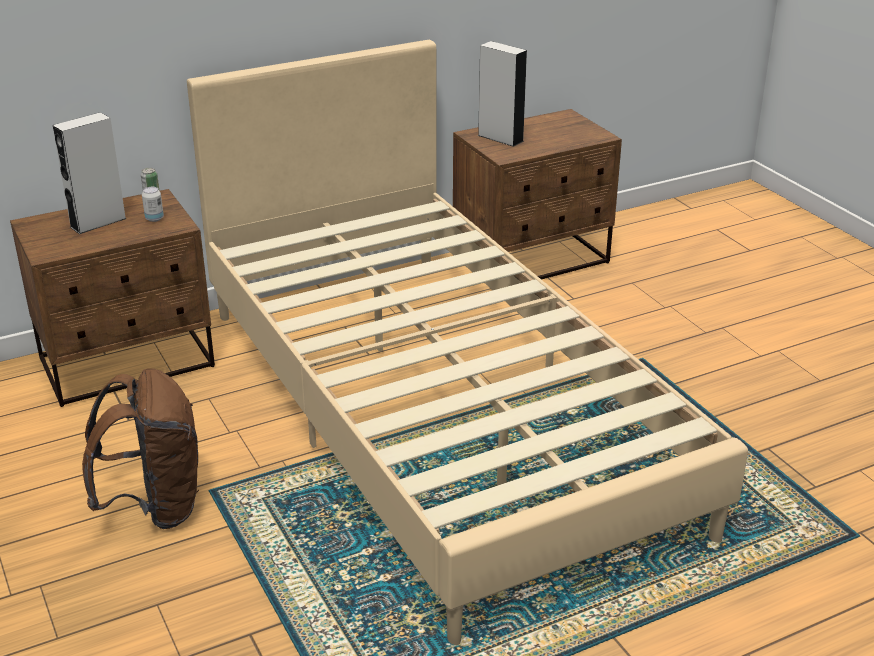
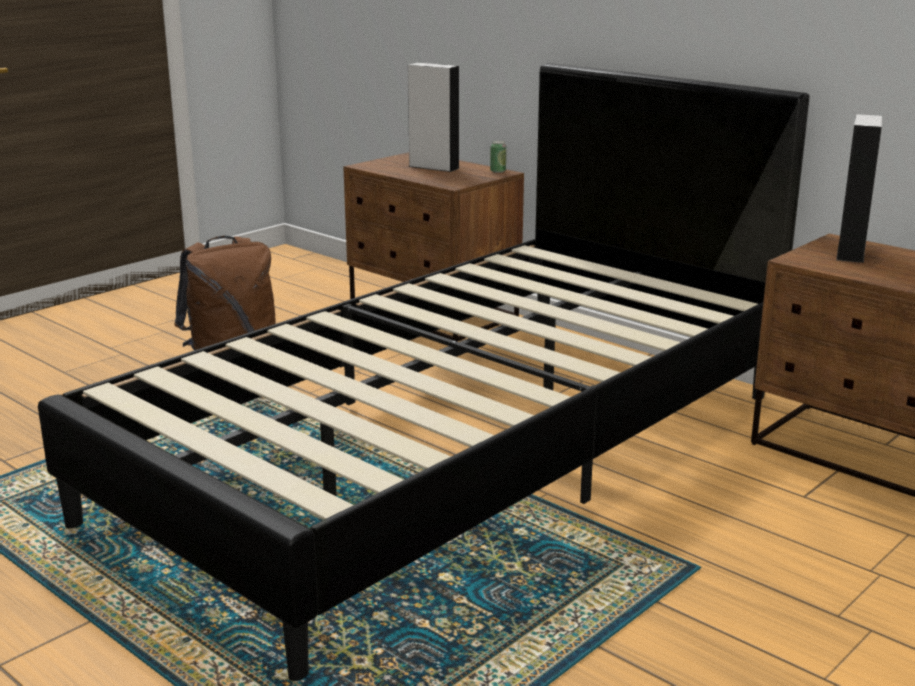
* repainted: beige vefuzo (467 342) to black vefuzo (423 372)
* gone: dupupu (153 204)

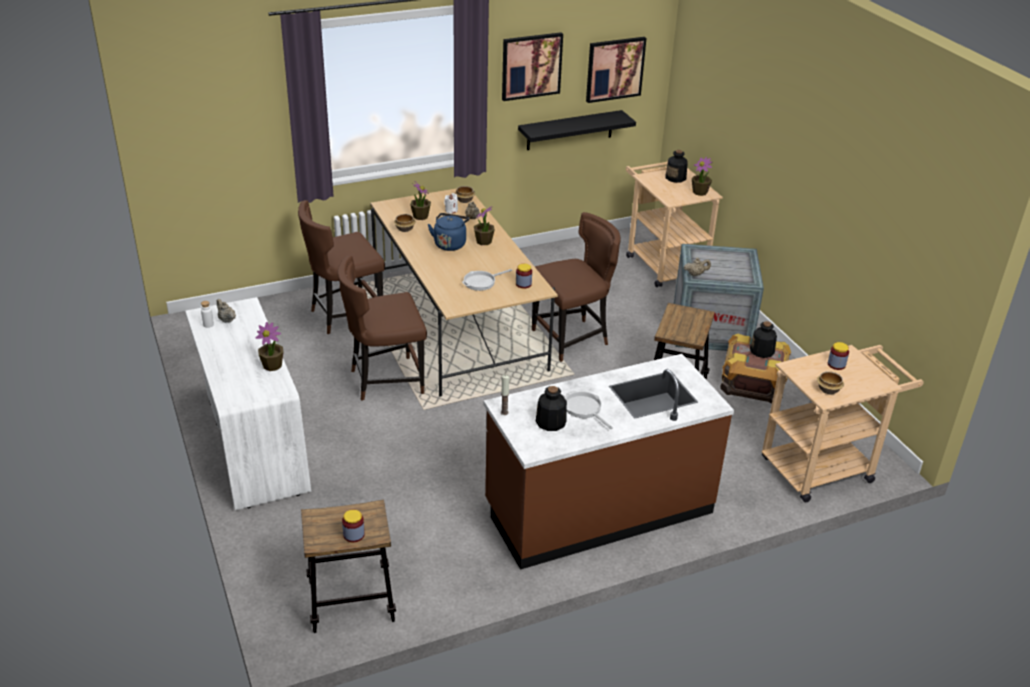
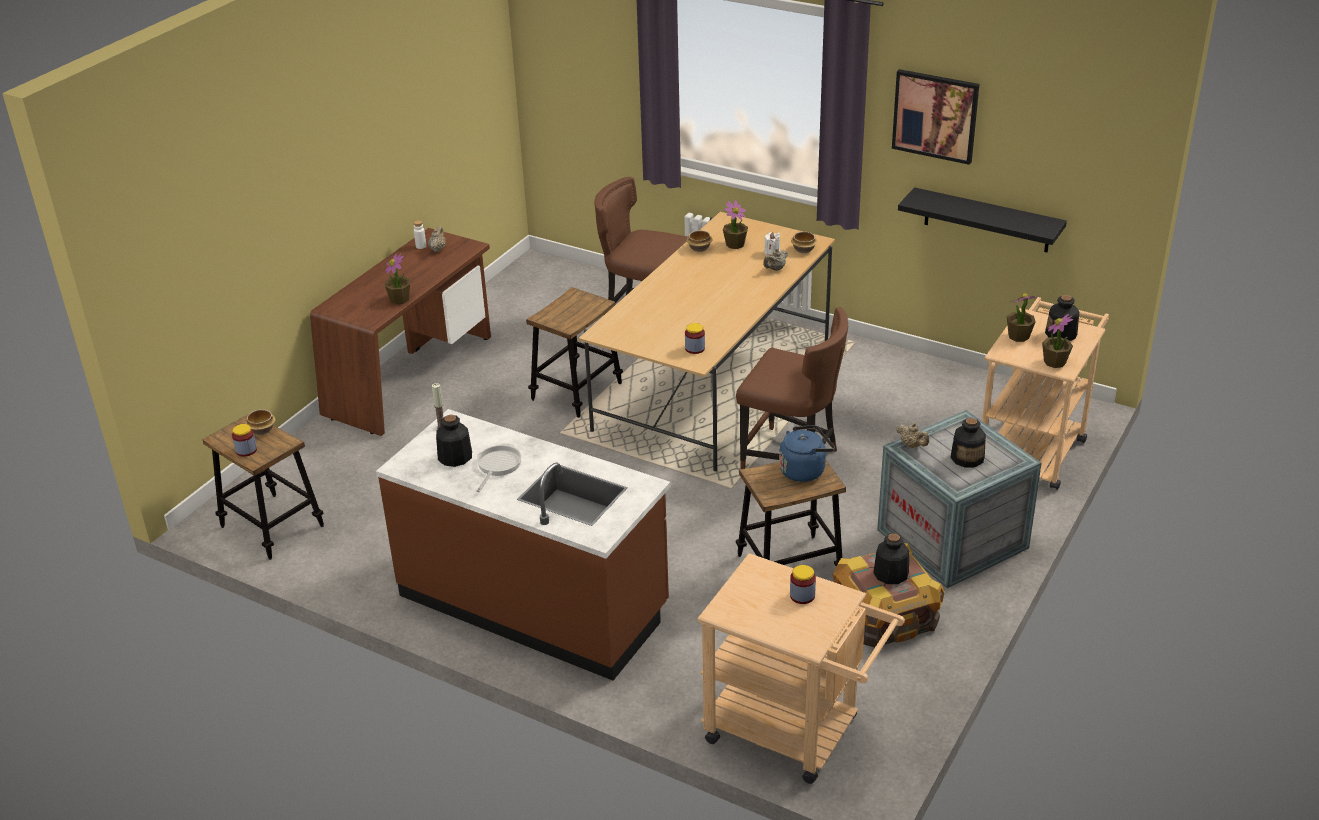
* gone: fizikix (616 70)
* shifted: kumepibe (484 225) to (1021 317)
* shifted: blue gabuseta (449 232) to (807 453)
* swapped: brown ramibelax (382 327) to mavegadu (574 352)
* gone: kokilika (487 280)
* repainted: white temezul (248 403) to brown temezul (400 332)
* shifted: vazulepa (830 382) to (260 422)
* new: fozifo (968 443)

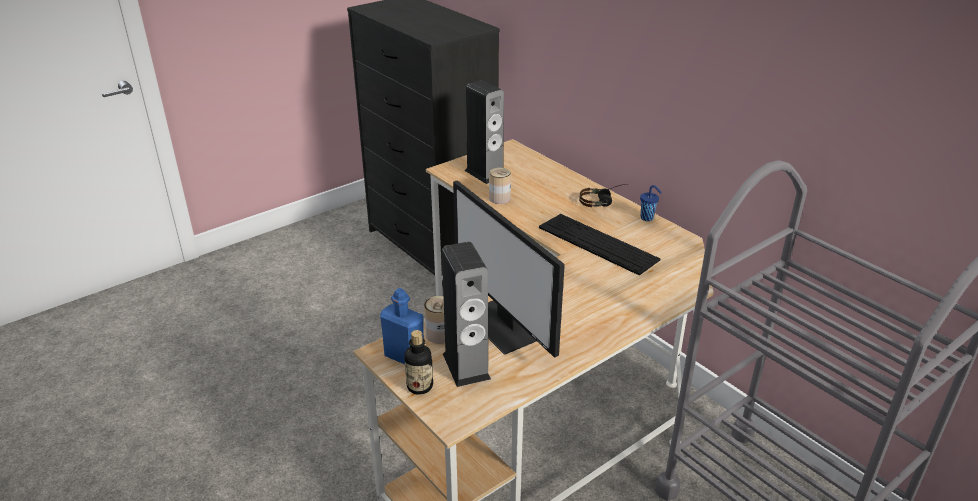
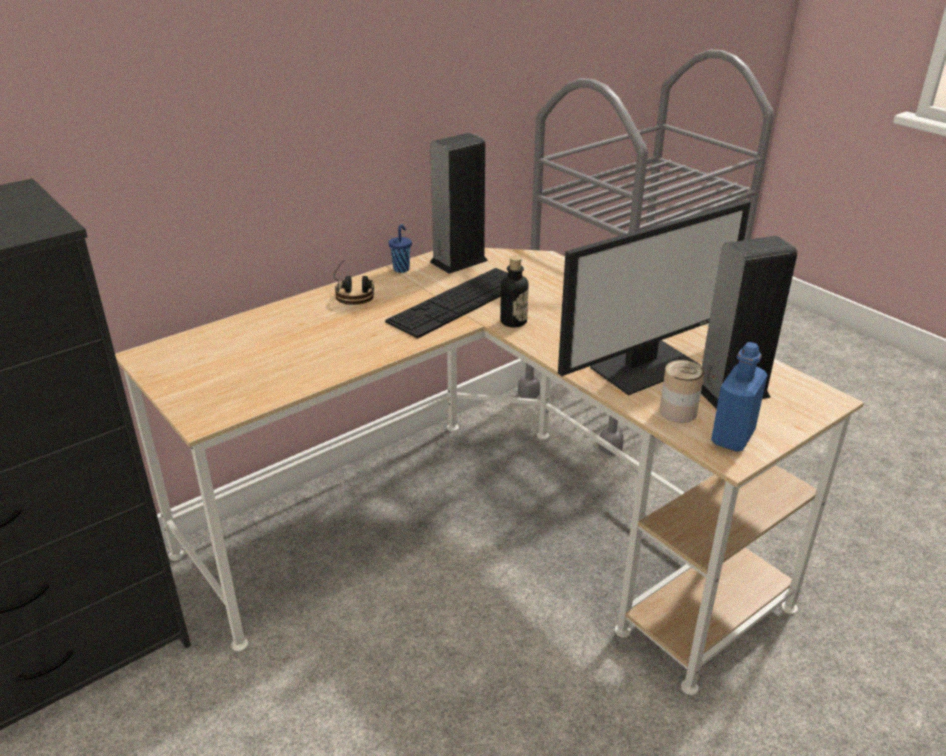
* shifted: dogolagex (484 132) to (459 203)
* gone: dupupu (500 186)
* shifted: fozifo (418 362) to (514 292)

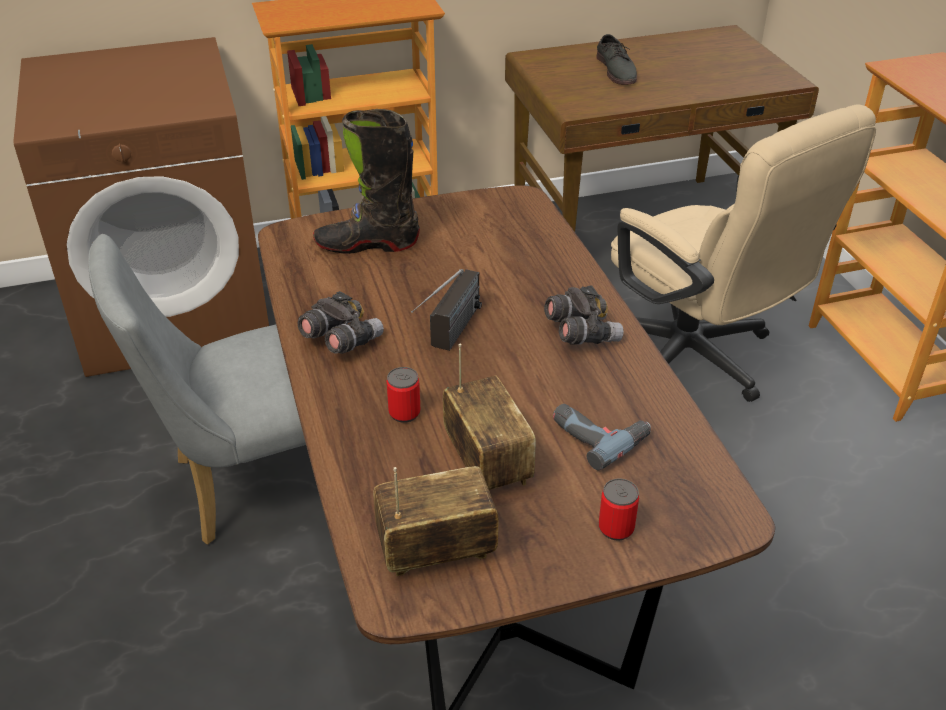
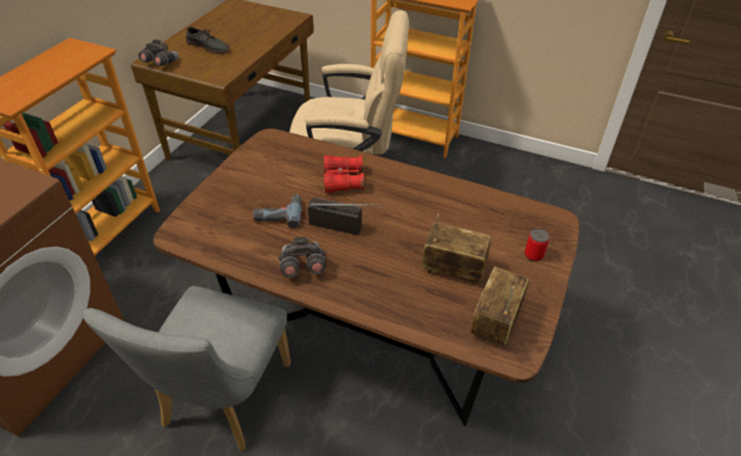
* gone: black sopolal (366 181)
* rotated: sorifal (446 310) = (347 216) 45 degrees counterclockwise
* shifted: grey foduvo (584 315) to (159 52)
* gone: dupupu (404 395)
* shifted: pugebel (602 437) to (277 211)
* new: red foduvo (344 174)

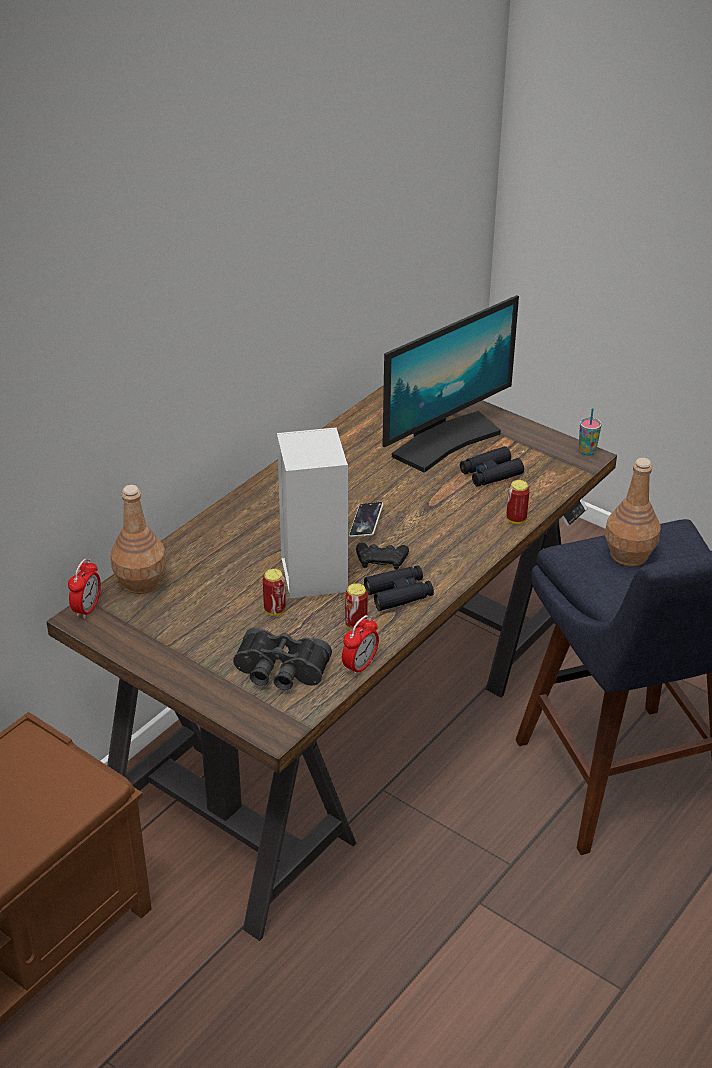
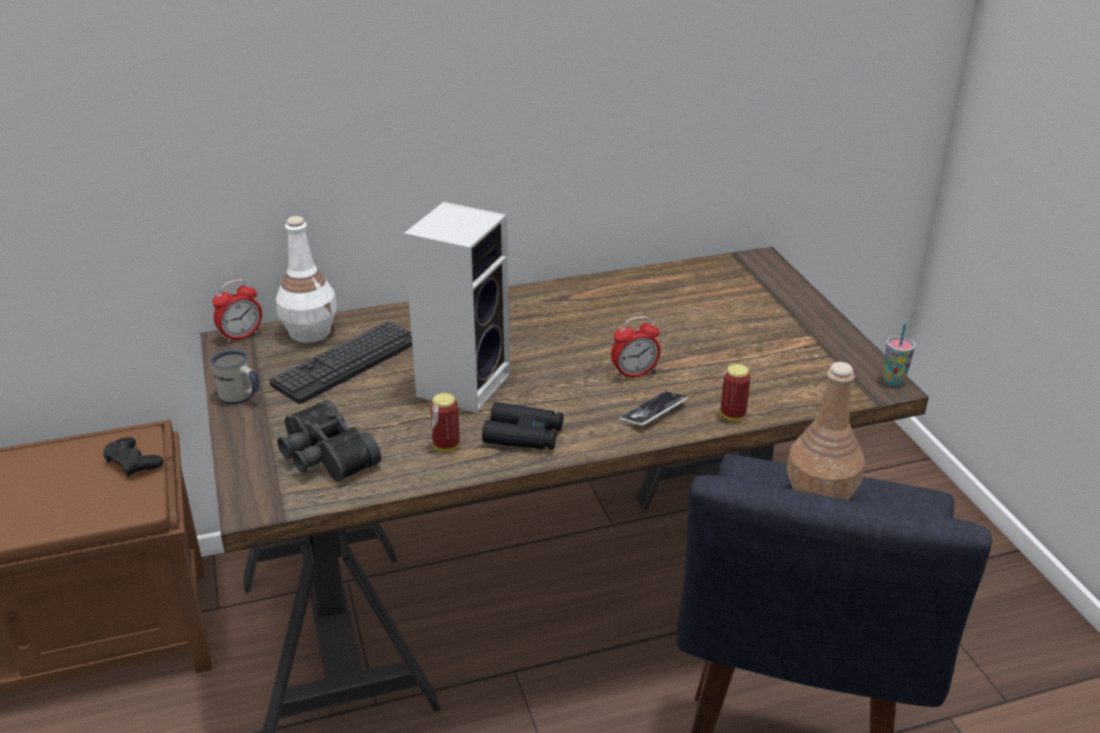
* gone: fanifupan (451 384)
* gone: black foduvo (492 466)
* repainted: brown fozifo (138 539) to white fozifo (306 279)
* shifted: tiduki (366 519) to (653 408)
* shifted: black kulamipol (382 556) to (133 457)
* gone: dupupu (274 592)
* shifted: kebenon (360 646) to (636 347)
* new: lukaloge (341 362)
* new: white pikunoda (234 376)

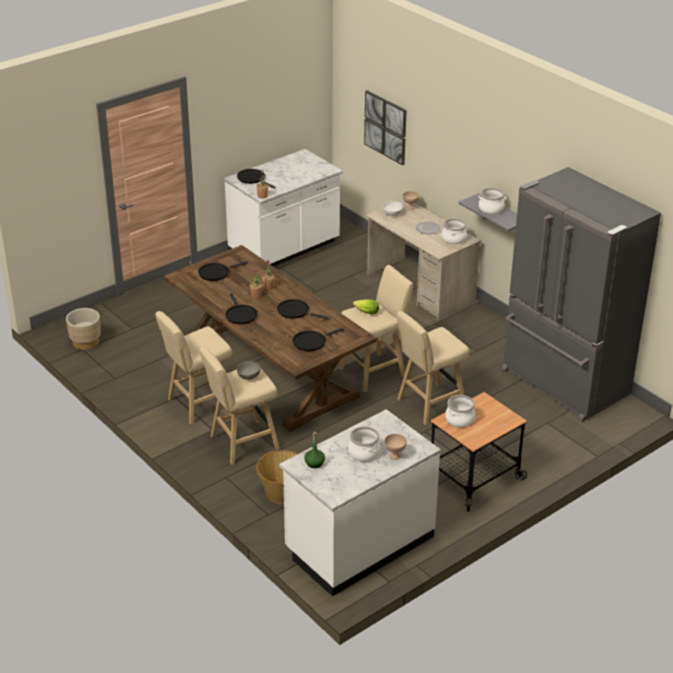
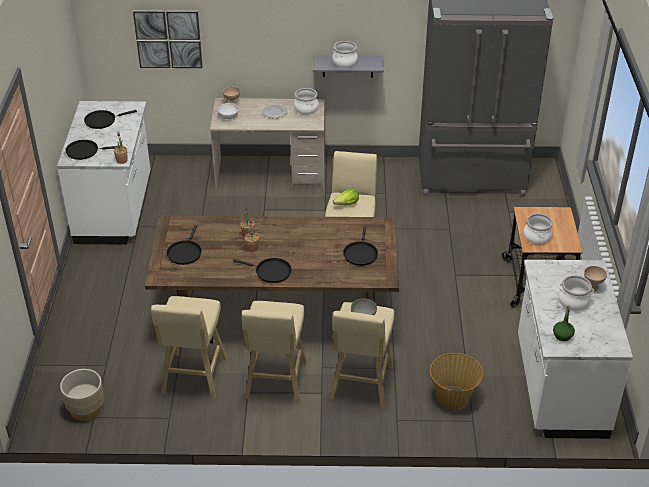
* shifted: black kokilika (303 309) to (110 119)
* shifted: beige mavegadu (433 368) to (189 347)

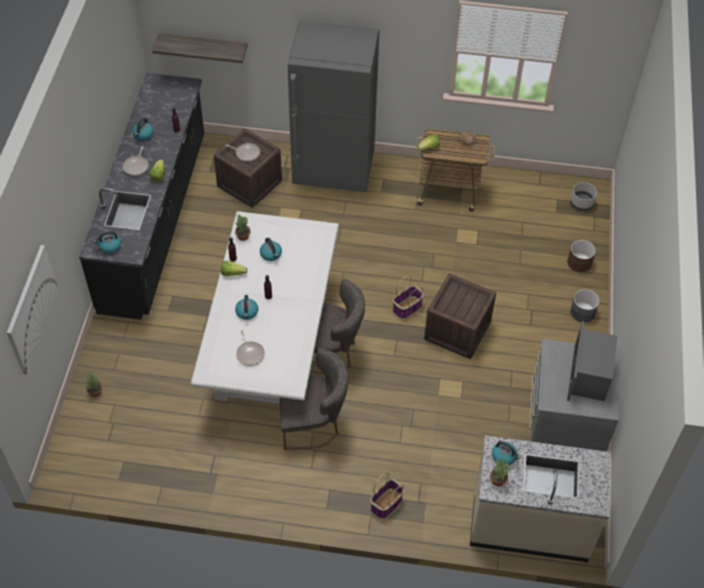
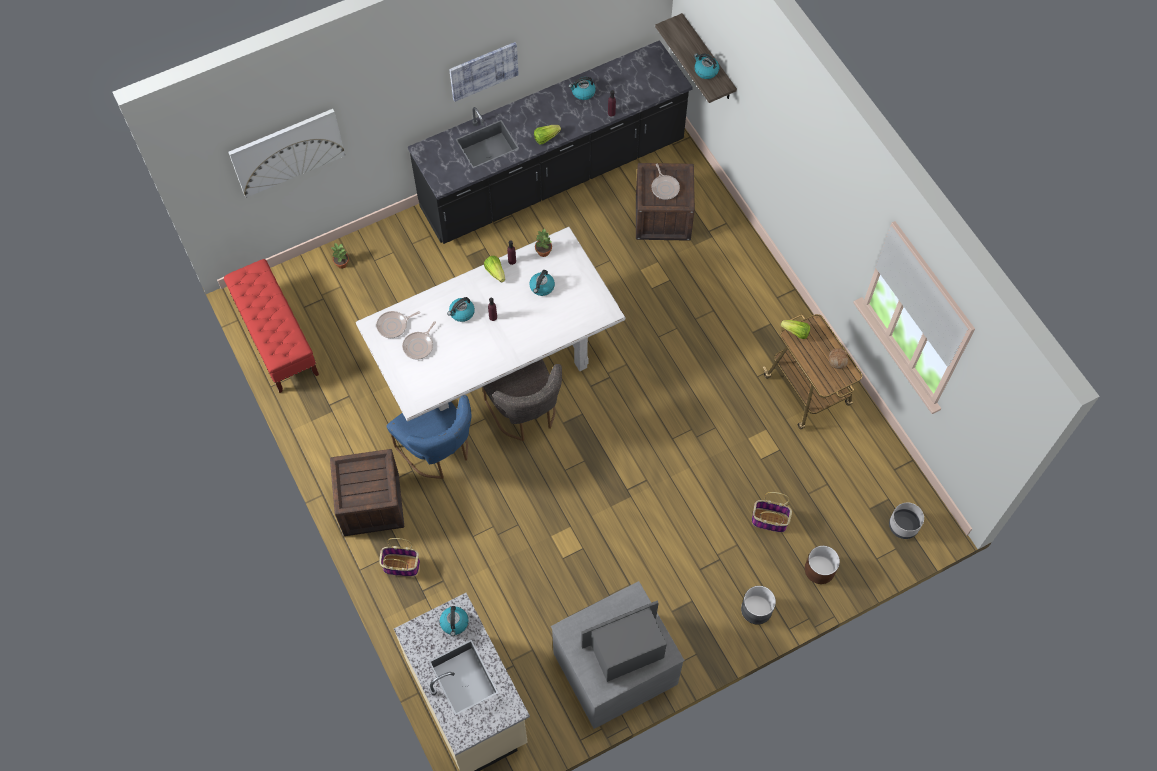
* gone: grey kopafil (333 106)
* shifted: kokilika (136 161) to (398 324)
* shifted: gabuseta (107 242) to (706 66)
* shifted: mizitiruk (460 316) to (367 492)
* shifted: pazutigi (408 297) to (772 512)
* repainted: grey ramibelax (314 399) to blue ramibelax (428 437)
* gone: kumepibe (499 472)
* new: fizikix (484 72)
* new: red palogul (271 326)

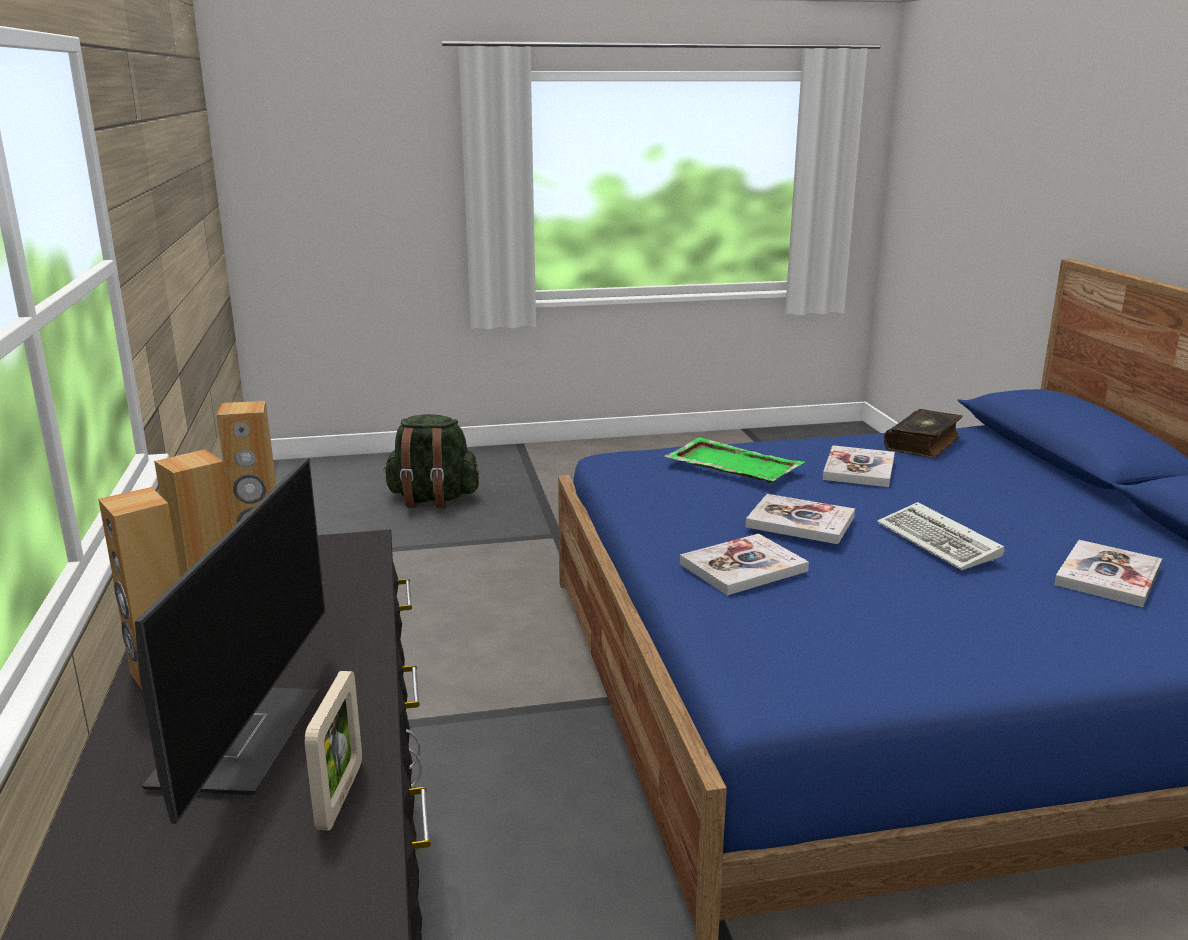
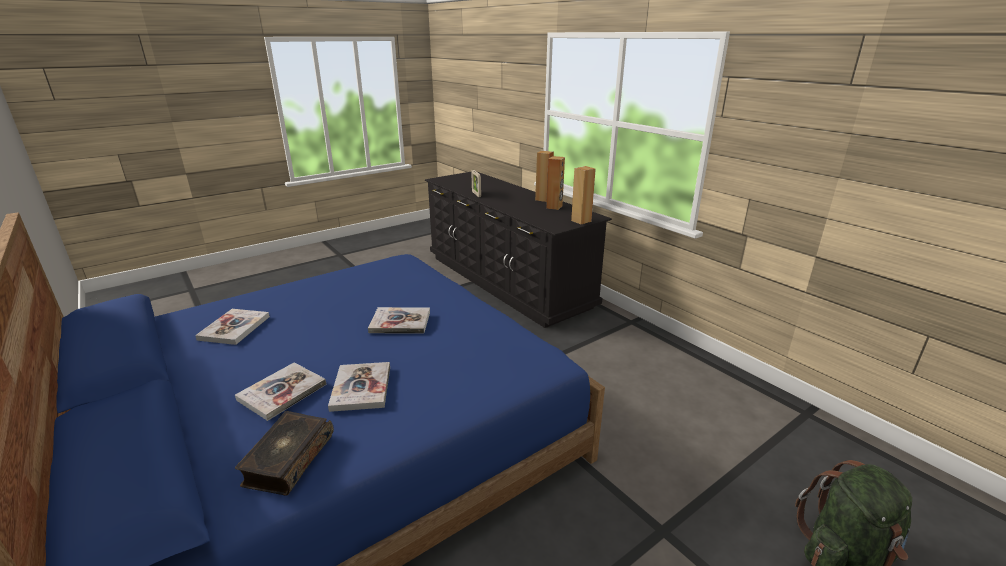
* gone: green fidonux (734 460)
* gone: fanifupan (230 641)
* gone: lukaloge (940 536)
* shifted: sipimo (744 564) to (281 391)

